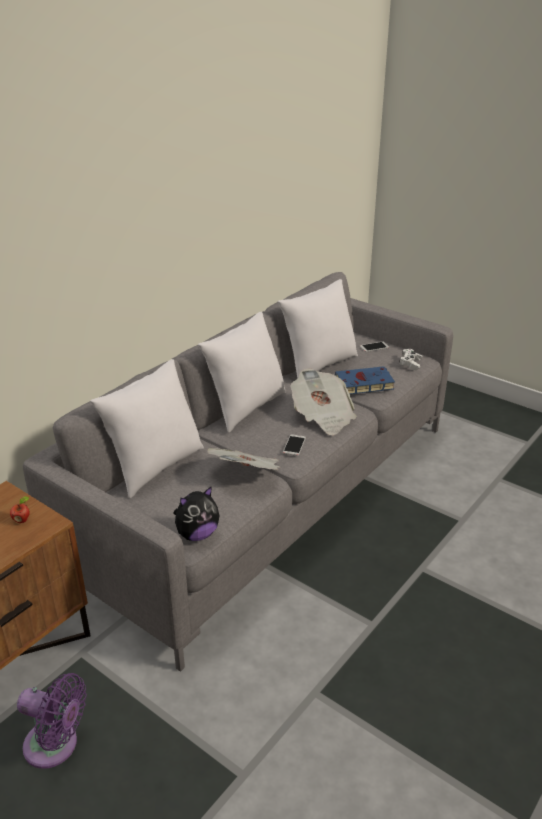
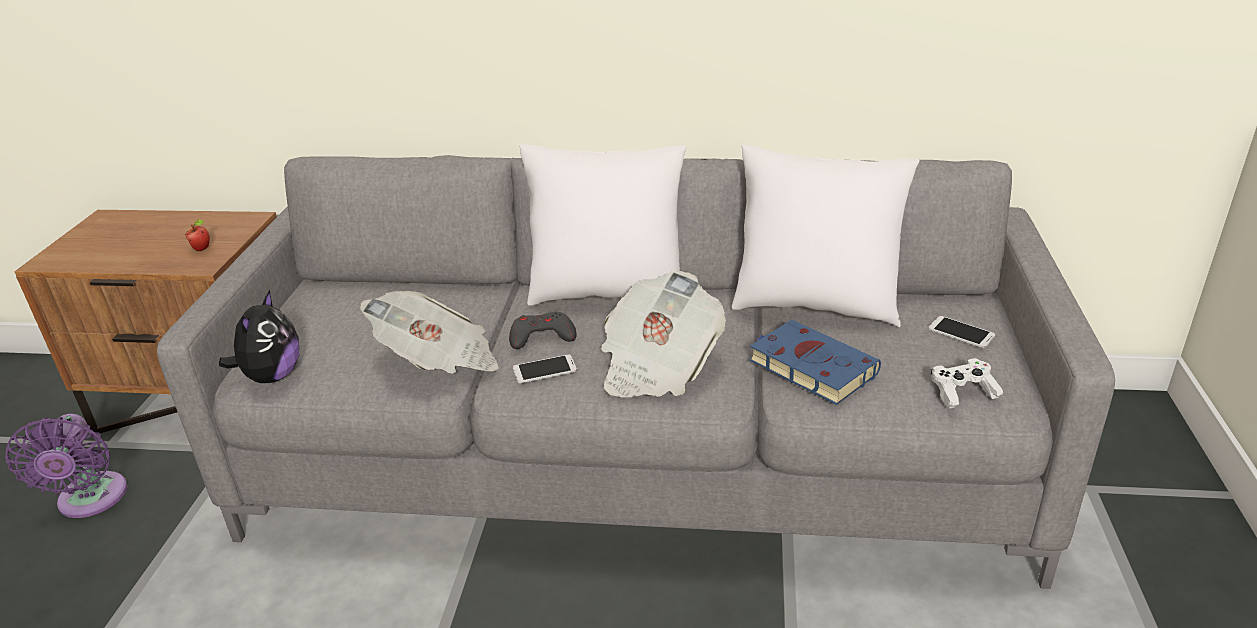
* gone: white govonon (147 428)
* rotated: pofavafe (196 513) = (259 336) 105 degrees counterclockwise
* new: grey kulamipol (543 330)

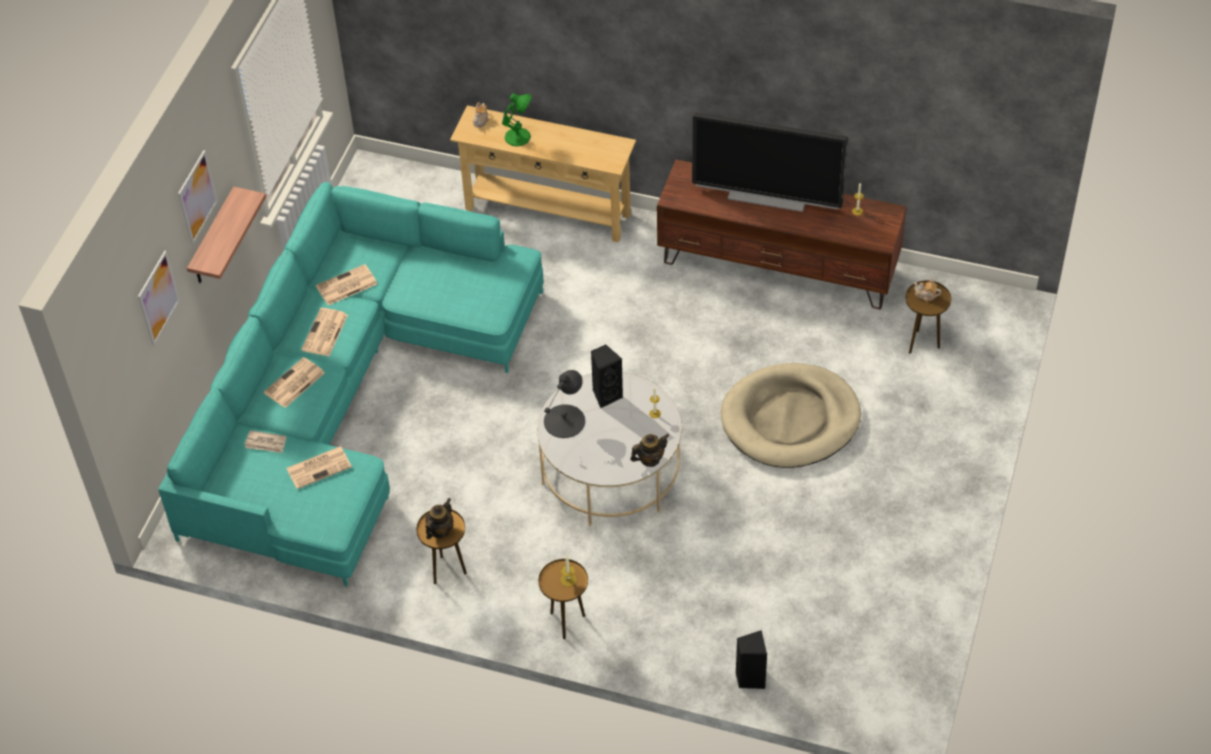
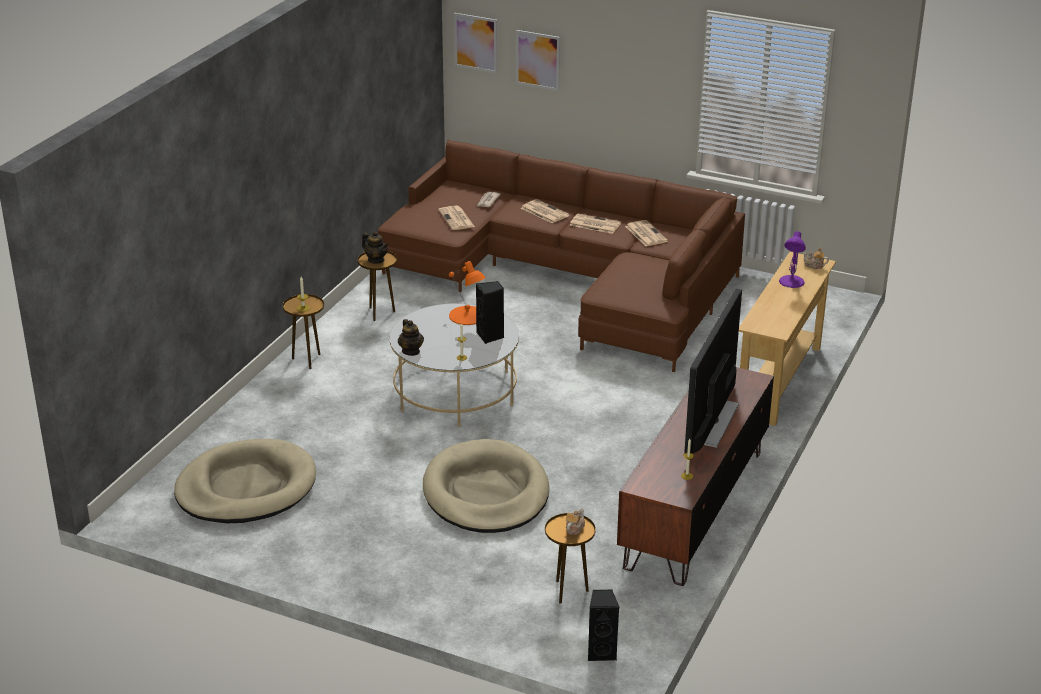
* repainted: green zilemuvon (517 119) to purple zilemuvon (792 259)
* shifted: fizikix (198 197) to (475 43)
* repainted: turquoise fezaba (351 384) to brown fezaba (561 256)
* gone: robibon (226 235)
* repainted: black zilemuvon (564 404) to orange zilemuvon (467 293)
* shifted: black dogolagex (751 659) to (603 625)
* new: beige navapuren (245 481)

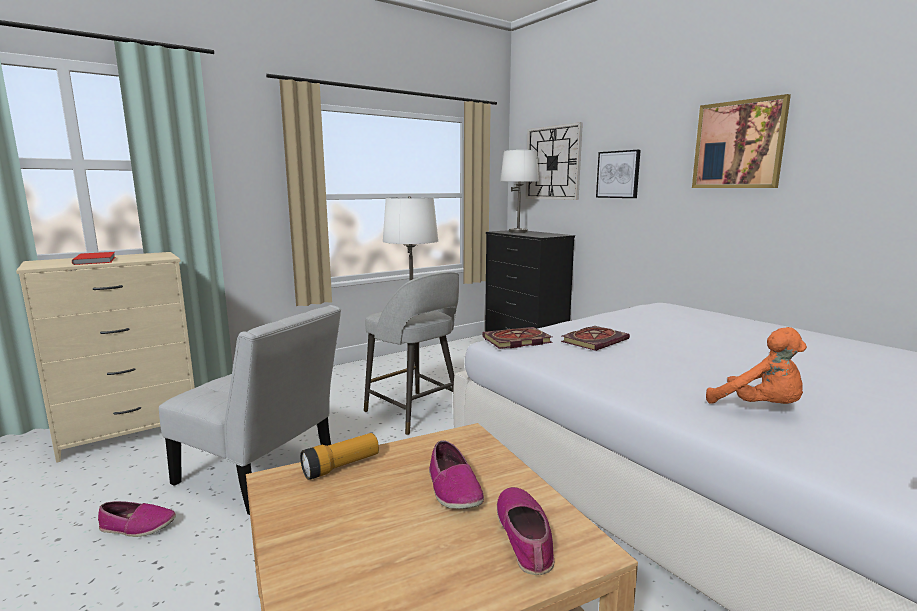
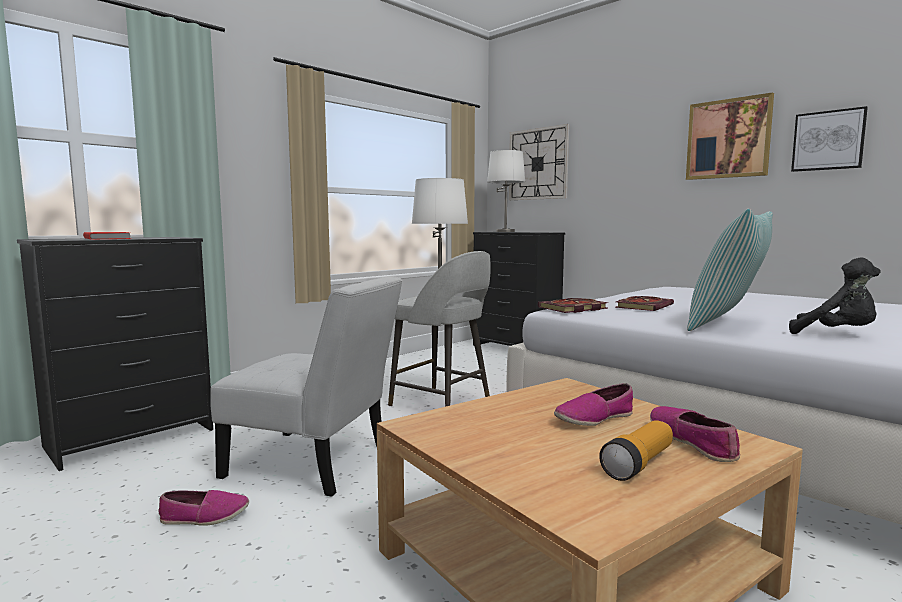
* shifted: fizikix (618 174) to (829 139)
* repainted: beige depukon (105 357) to black depukon (115 354)
* repainted: orange pofavafe (756 365) to black pofavafe (835 296)
* shifted: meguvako (339 456) to (636 450)
* rotated: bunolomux (456 475) = (593 404) 90 degrees clockwise
* new: govonon (730 270)

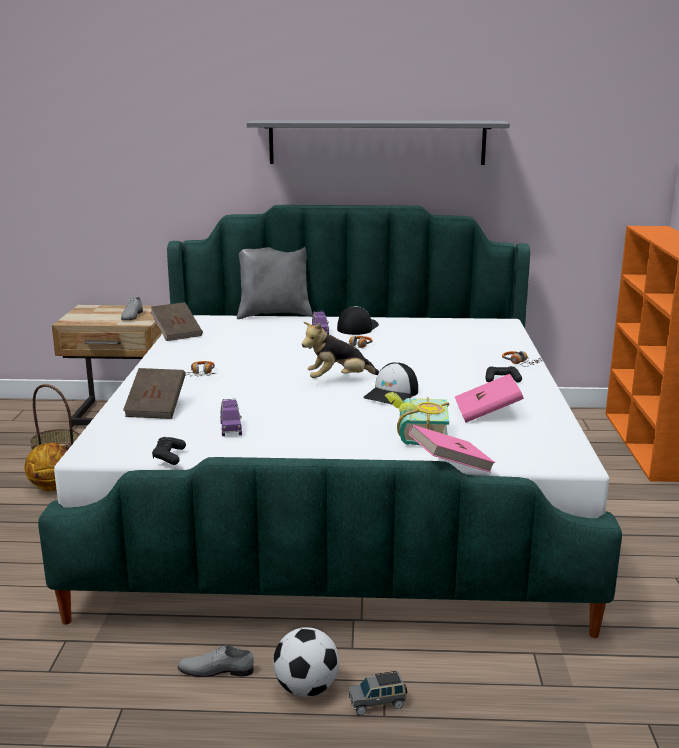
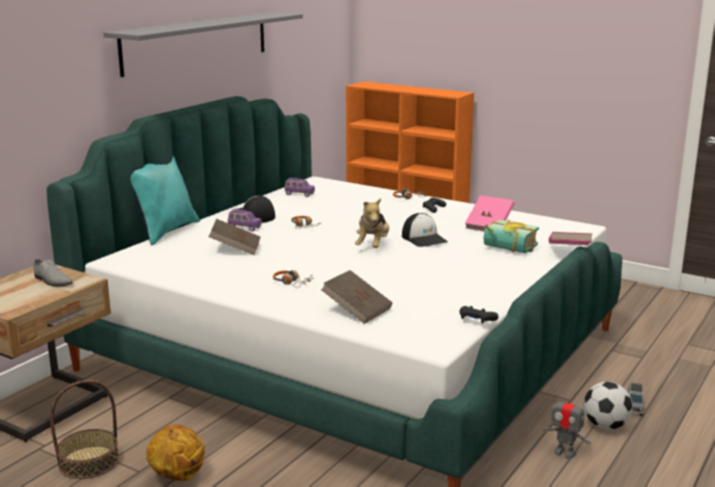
* repainted: grey govonon (275 283) to turquoise govonon (165 200)
* shifted: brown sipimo (176 321) to (234 237)
* shifted: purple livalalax (231 417) to (300 187)
* swapped: grey bunolomux (216 661) to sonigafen (567 424)

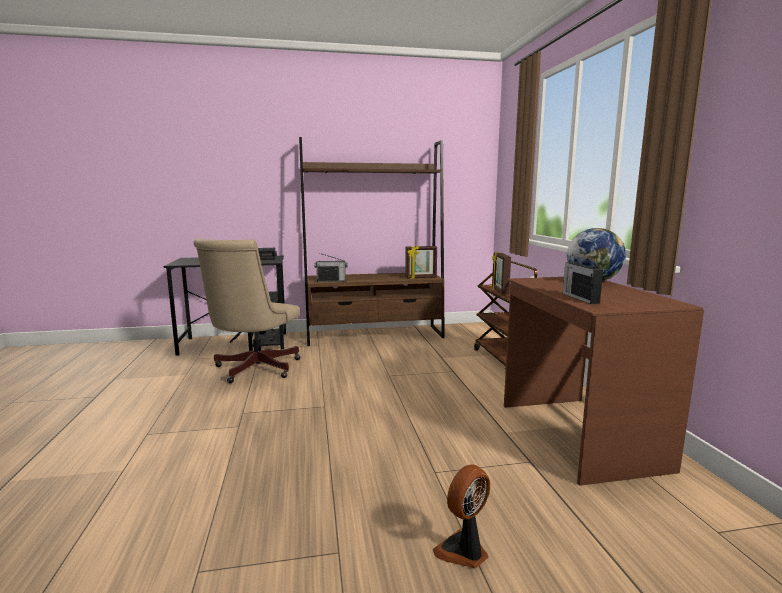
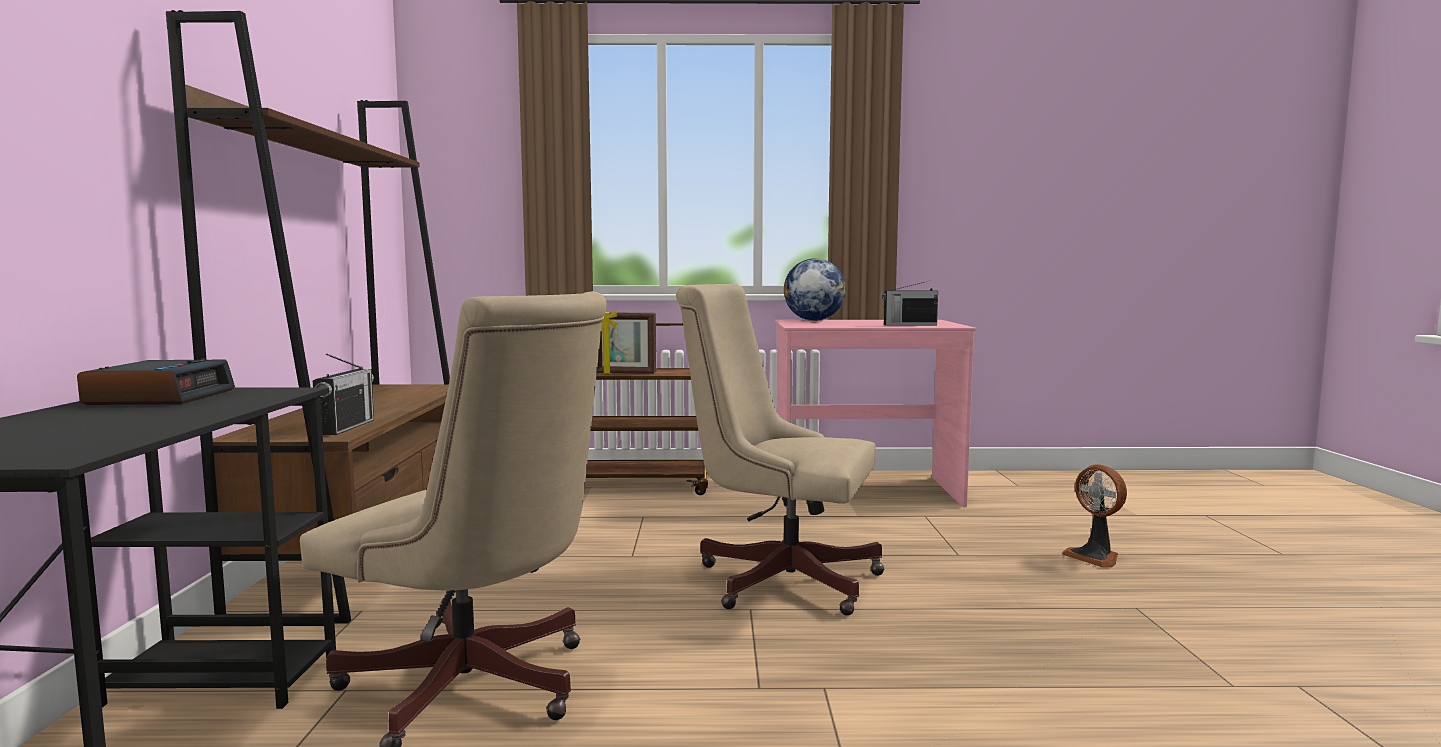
* gone: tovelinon (421 262)
* repainted: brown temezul (604 381) to pink temezul (875 414)
* new: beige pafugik (780 450)

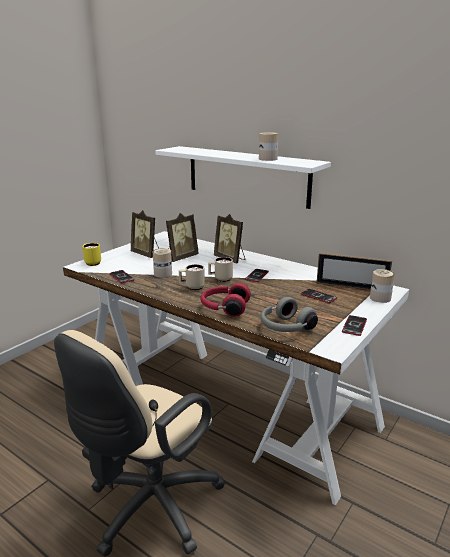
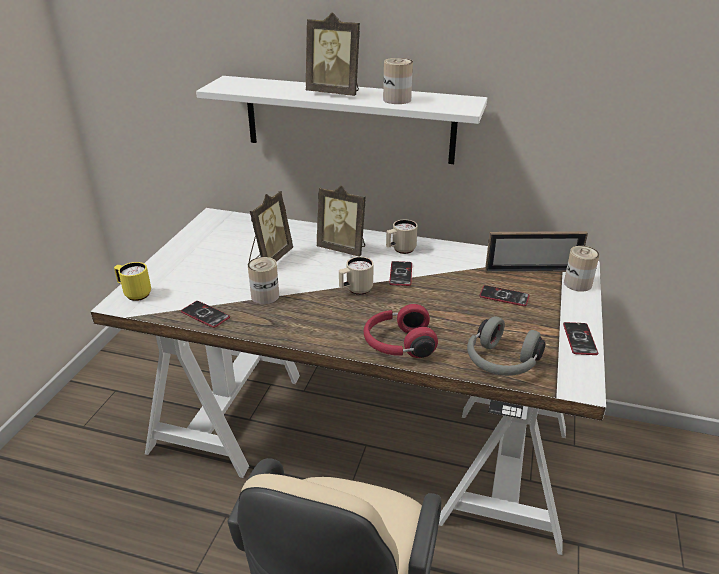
* shifted: tovelinon (145 234) to (333 54)
* shifted: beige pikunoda (192 277) to (402 236)

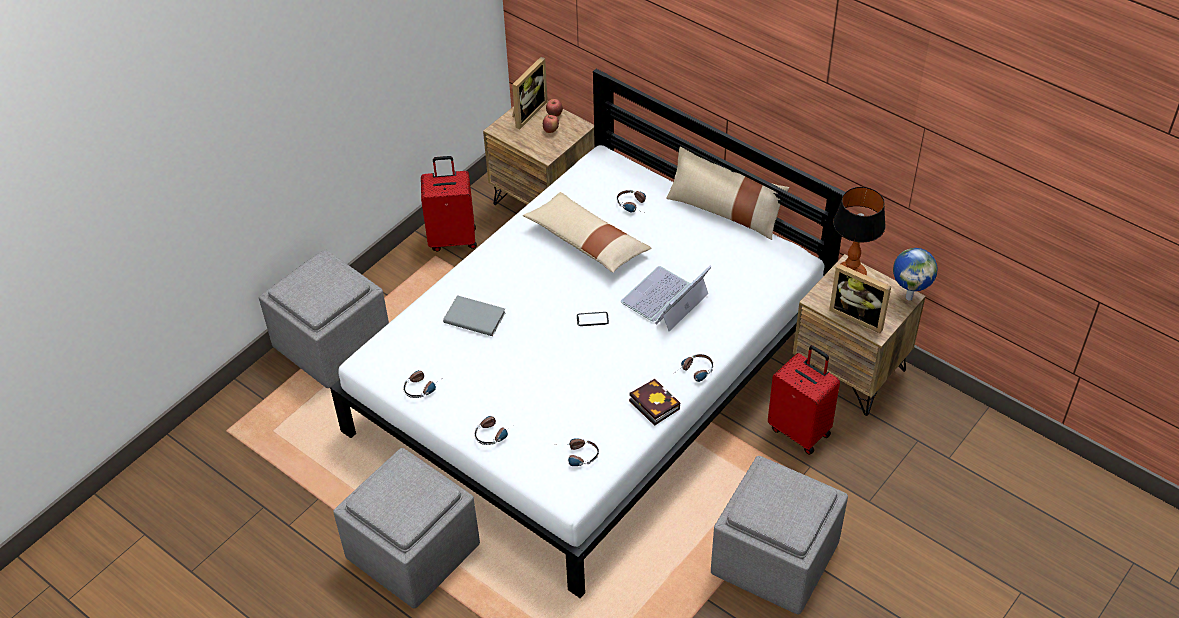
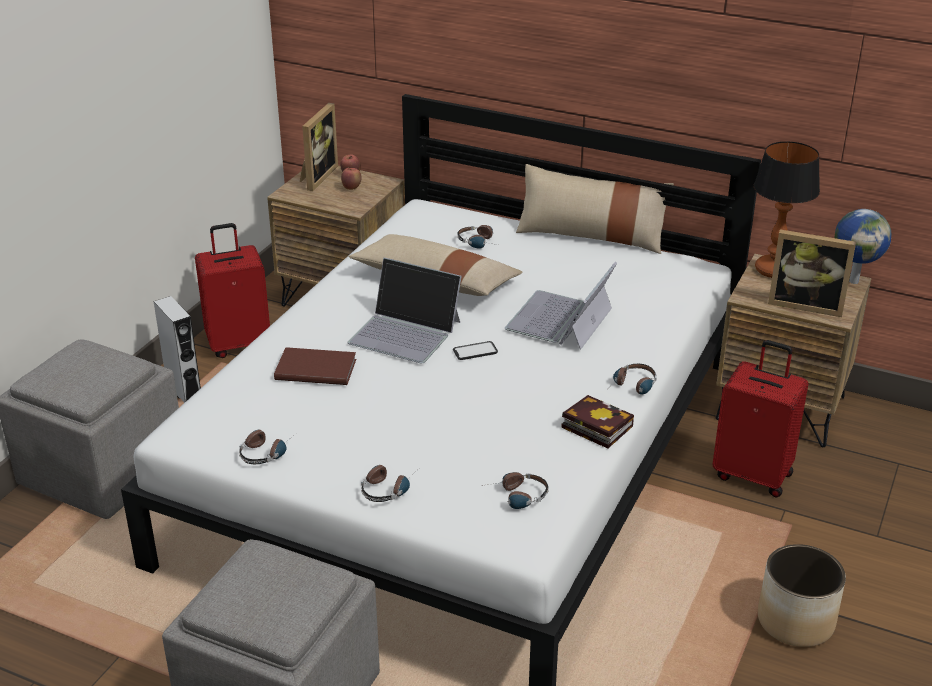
* repainted: grey sipimo (474 315) to brown sipimo (315 366)
* swapped: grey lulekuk (779 535) to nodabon (802 595)
* new: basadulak (404 311)
* new: grey dogolagex (177 349)

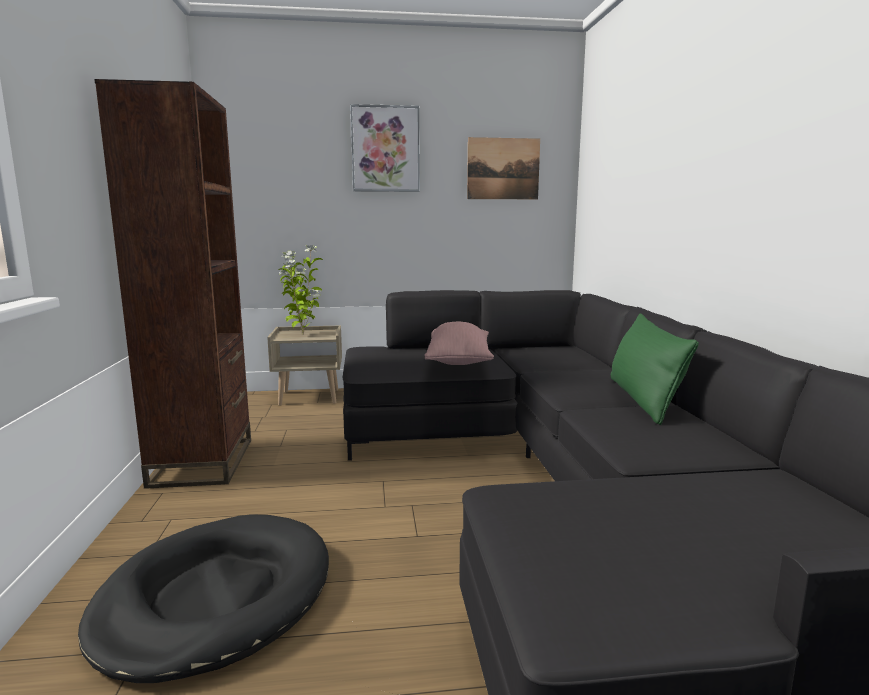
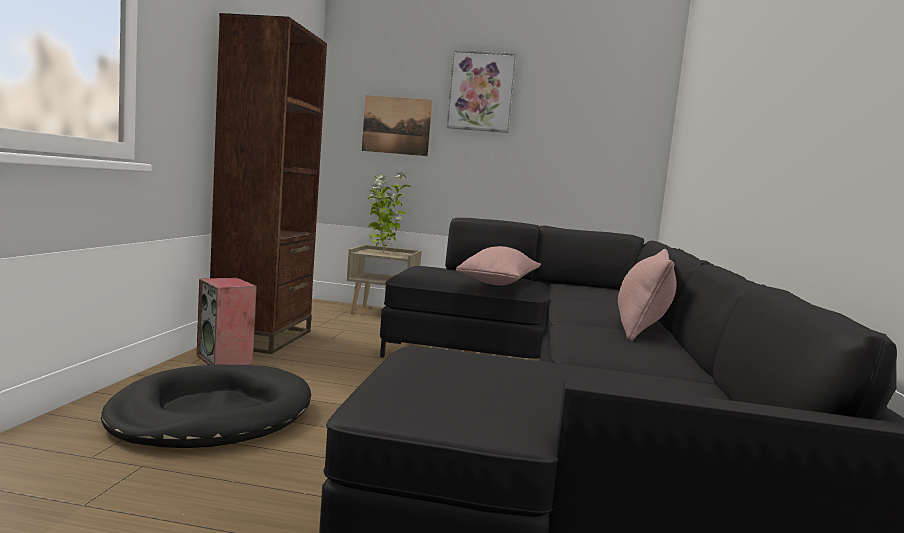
* shifted: fizikix (503 168) to (397 125)
* repainted: green govonon (655 369) to pink govonon (647 295)
* new: dogolagex (227 321)

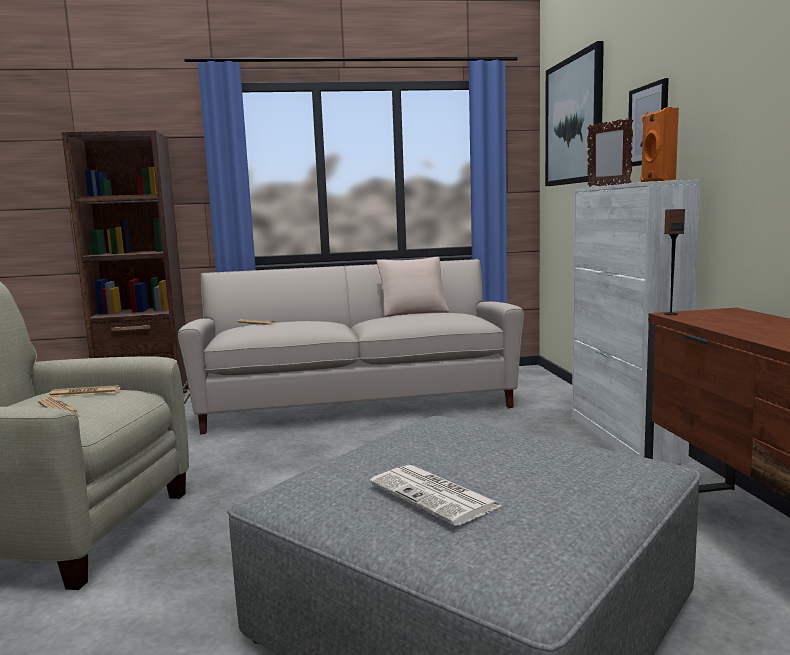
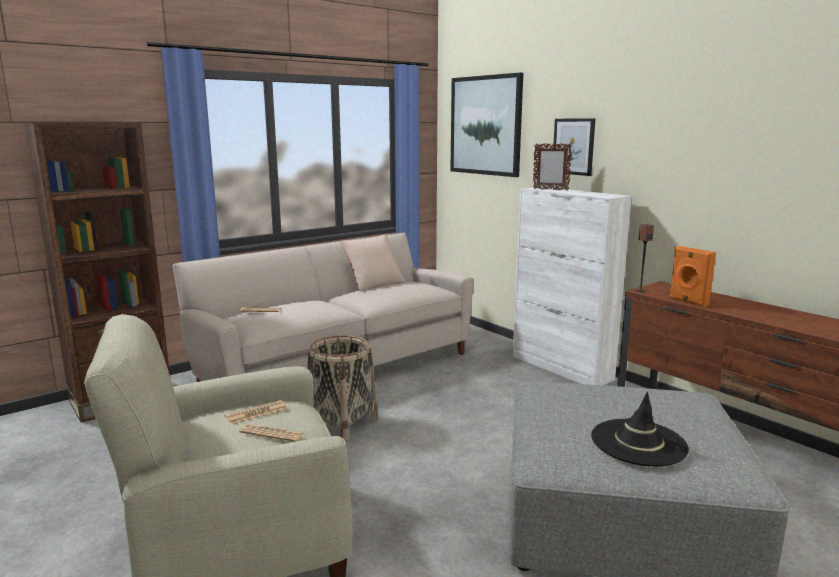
* shifted: orange dogolagex (659 144) to (692 276)
* swapped: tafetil (435 495) to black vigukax (640 429)
* new: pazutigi (343 388)

